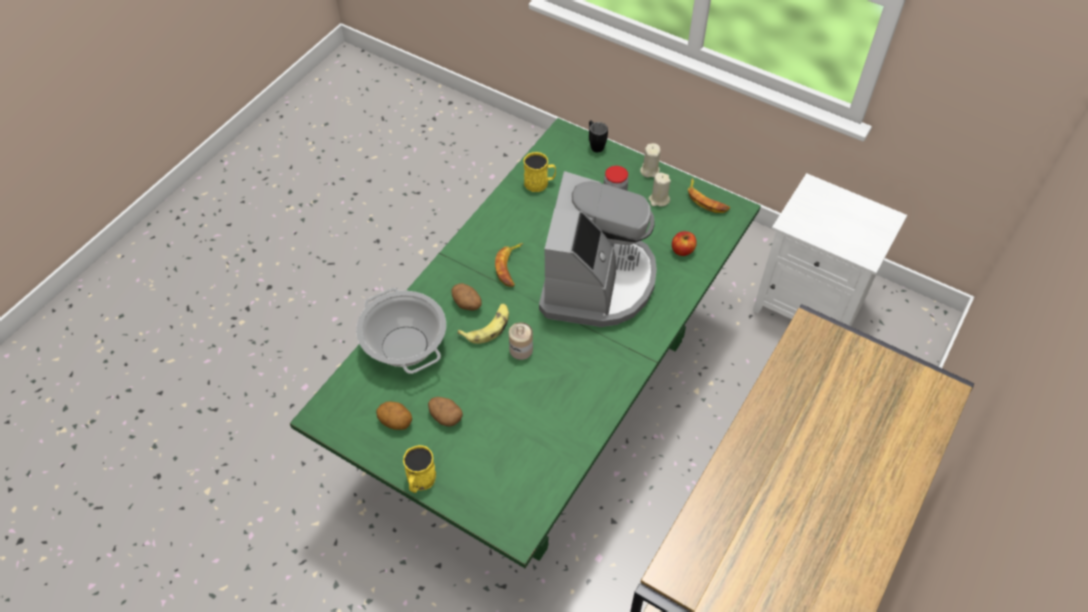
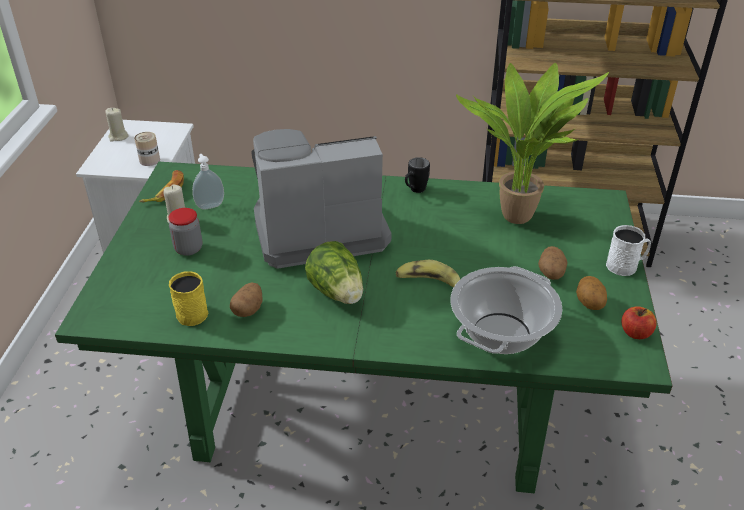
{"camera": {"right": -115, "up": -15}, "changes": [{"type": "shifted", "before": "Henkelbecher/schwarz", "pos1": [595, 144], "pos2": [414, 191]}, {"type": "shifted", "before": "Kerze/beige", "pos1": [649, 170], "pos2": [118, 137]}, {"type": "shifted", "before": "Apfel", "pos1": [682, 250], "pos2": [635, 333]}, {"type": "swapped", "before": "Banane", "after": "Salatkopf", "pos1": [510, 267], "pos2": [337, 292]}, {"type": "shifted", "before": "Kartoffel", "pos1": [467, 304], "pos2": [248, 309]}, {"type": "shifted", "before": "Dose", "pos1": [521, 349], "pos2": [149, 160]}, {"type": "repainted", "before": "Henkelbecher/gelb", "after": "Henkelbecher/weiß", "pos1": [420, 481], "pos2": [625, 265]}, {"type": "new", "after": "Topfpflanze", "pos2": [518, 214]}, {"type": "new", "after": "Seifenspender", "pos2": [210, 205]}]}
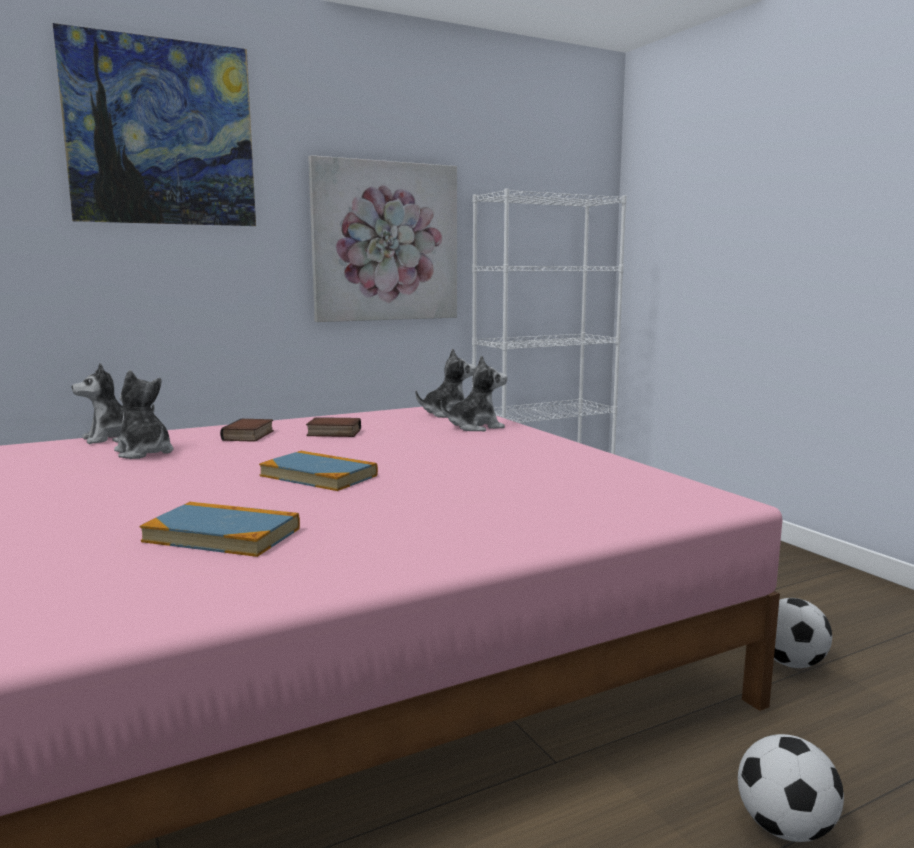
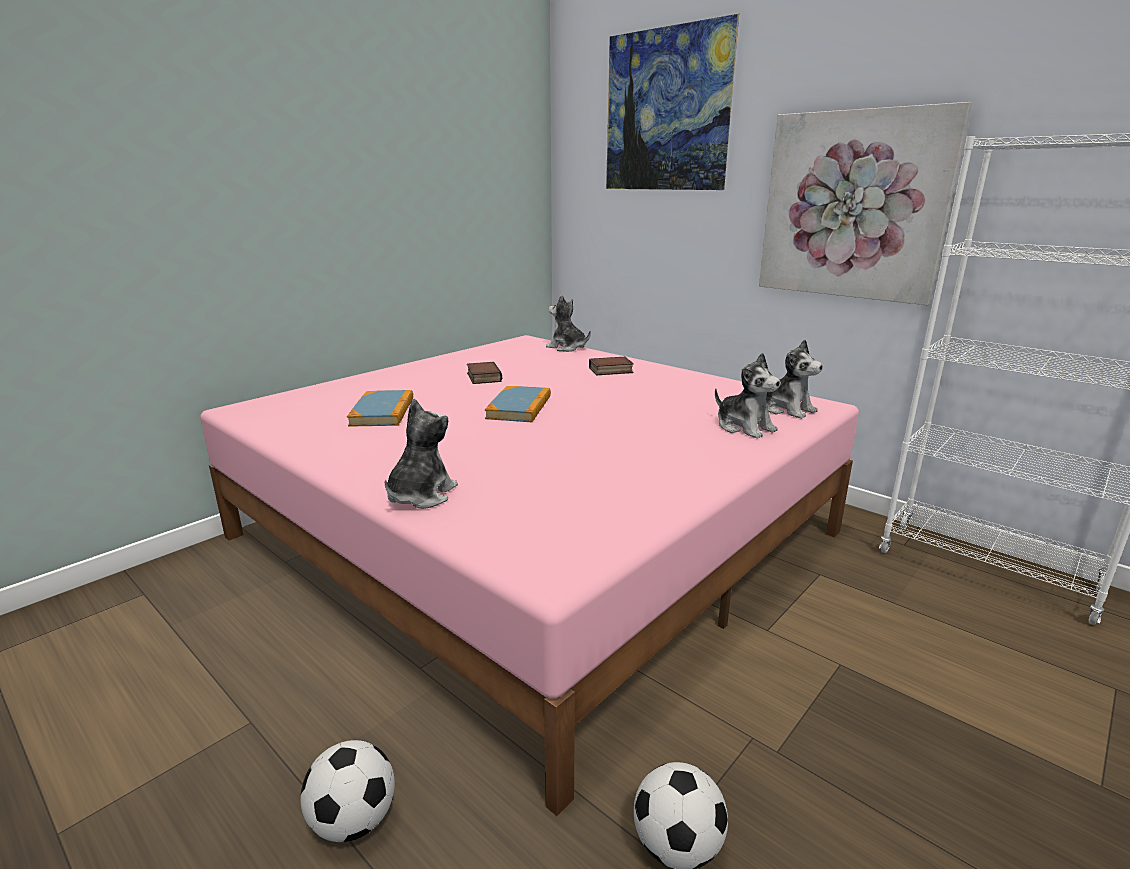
{"camera": {"right": 70, "up": 10}, "changes": [{"type": "shifted", "before": "Plüschtier", "pos1": [144, 453], "pos2": [420, 495]}, {"type": "shifted", "before": "Buch", "pos1": [333, 433], "pos2": [482, 377]}]}
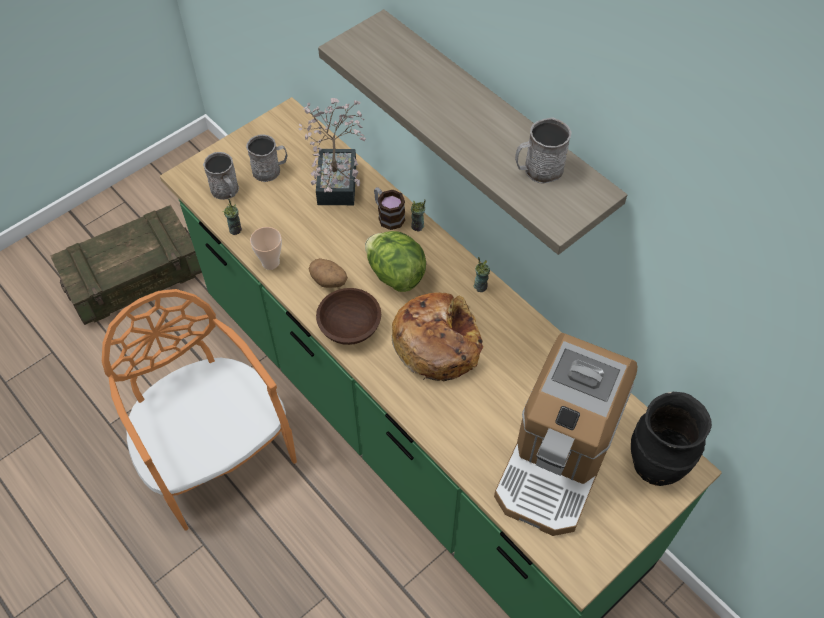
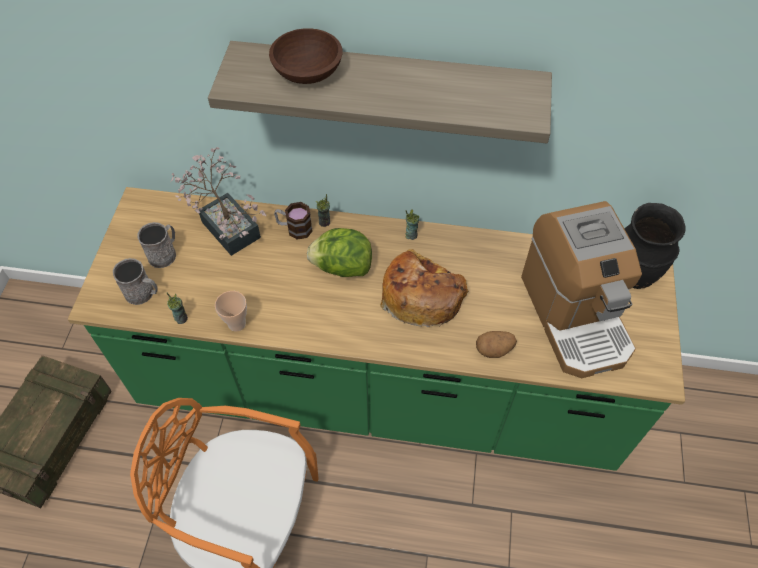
{"camera": {"right": -40, "up": 0}, "changes": [{"type": "gone", "before": "Henkelbecher/grau", "pos1": [538, 170]}, {"type": "shifted", "before": "Kartoffel", "pos1": [329, 281], "pos2": [494, 349]}, {"type": "shifted", "before": "Schüssel/braun", "pos1": [350, 327], "pos2": [308, 73]}]}
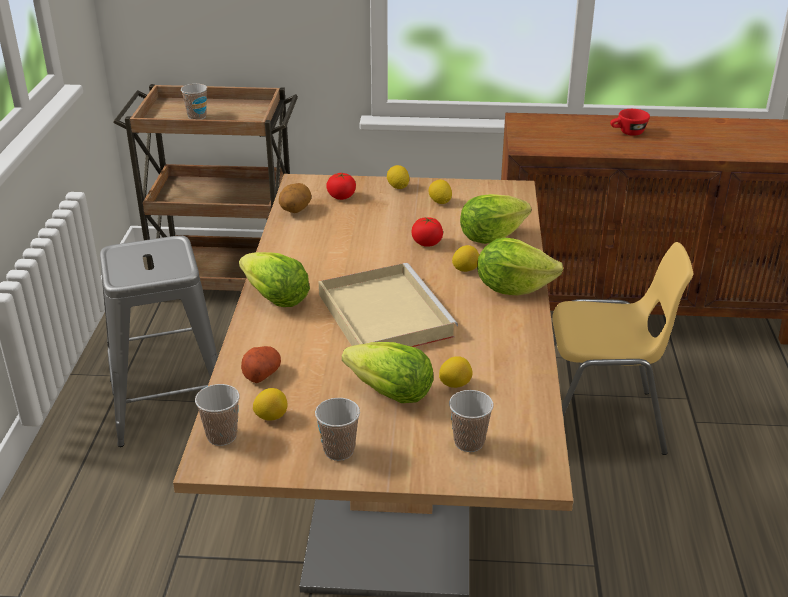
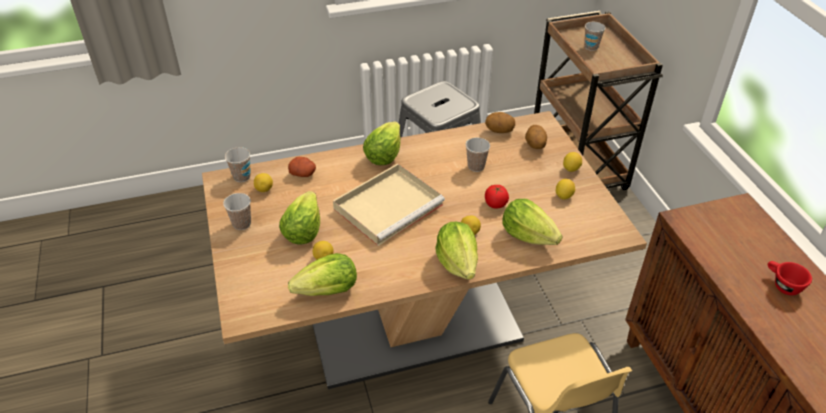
{"camera": {"right": 70, "up": 10}, "changes": [{"type": "swapped", "before": "Tomate", "after": "Kartoffel", "pos1": [341, 197], "pos2": [534, 145]}, {"type": "shifted", "before": "Tasse", "pos1": [469, 442], "pos2": [476, 166]}, {"type": "new", "after": "Salatkopf", "pos2": [328, 291]}]}
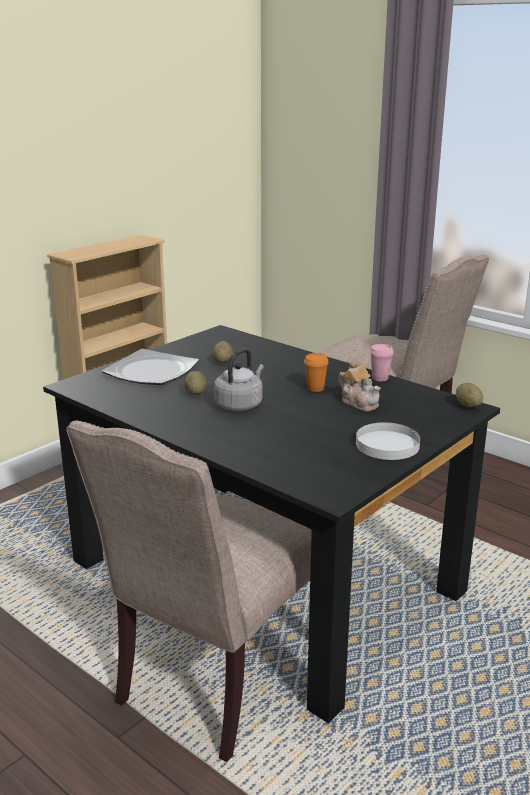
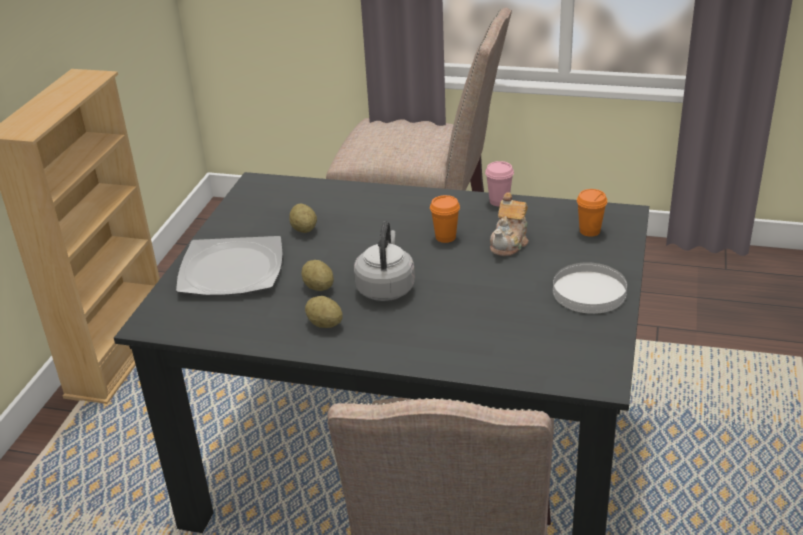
{"camera": {"right": -25, "up": 10}, "changes": [{"type": "rotated", "before": "Teekanne", "pos1": [359, 402], "pos2": [510, 243], "turn": 90}, {"type": "shifted", "before": "Kartoffel", "pos1": [468, 406], "pos2": [325, 324]}, {"type": "new", "after": "Tasse/orange", "pos2": [589, 231]}]}
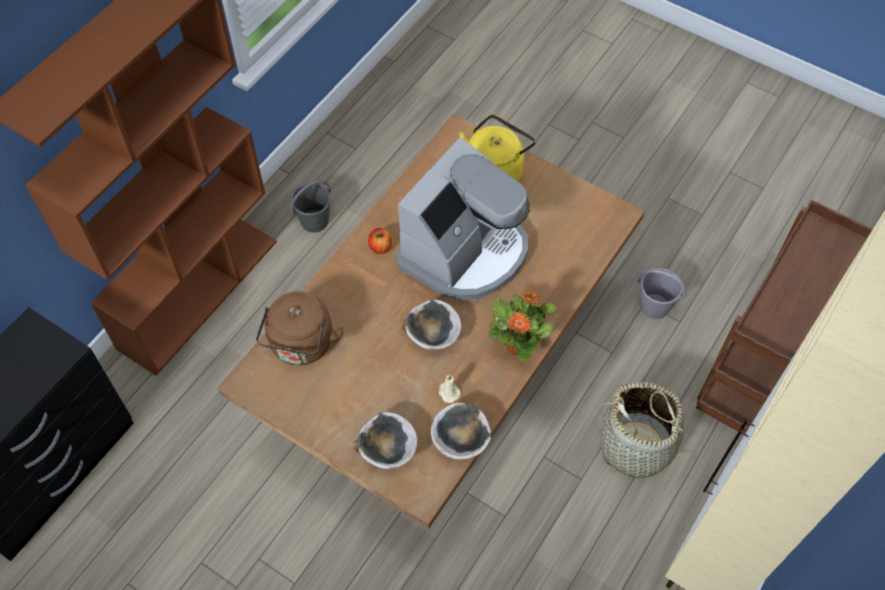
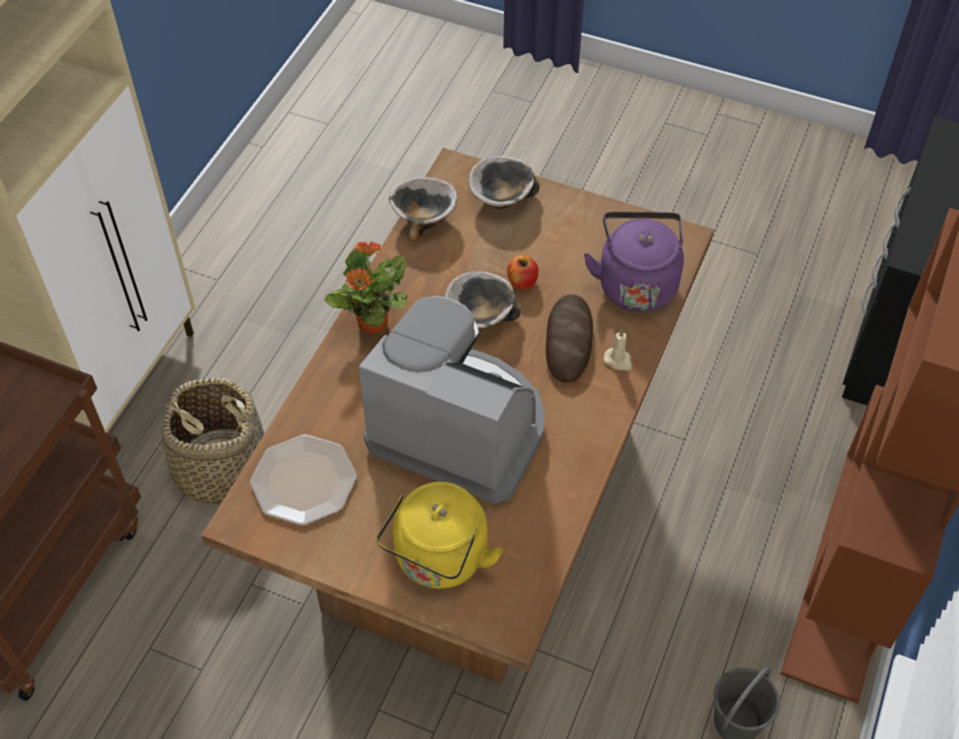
{"camera": {"right": 170, "up": -5}, "changes": [{"type": "rotated", "before": "Kaffeemaschine", "pos1": [465, 252], "pos2": [460, 428], "turn": 90}, {"type": "shifted", "before": "Apfel", "pos1": [380, 247], "pos2": [522, 281]}, {"type": "gone", "before": "Eimer/grau", "pos1": [653, 306]}, {"type": "repainted", "before": "Wasserkessel/braun", "after": "Wasserkessel/lila", "pos1": [301, 346], "pos2": [636, 283]}, {"type": "shifted", "before": "Kerze/beige", "pos1": [448, 392], "pos2": [618, 360]}, {"type": "new", "after": "Brot", "pos2": [568, 341]}, {"type": "new", "after": "Teller", "pos2": [303, 480]}]}
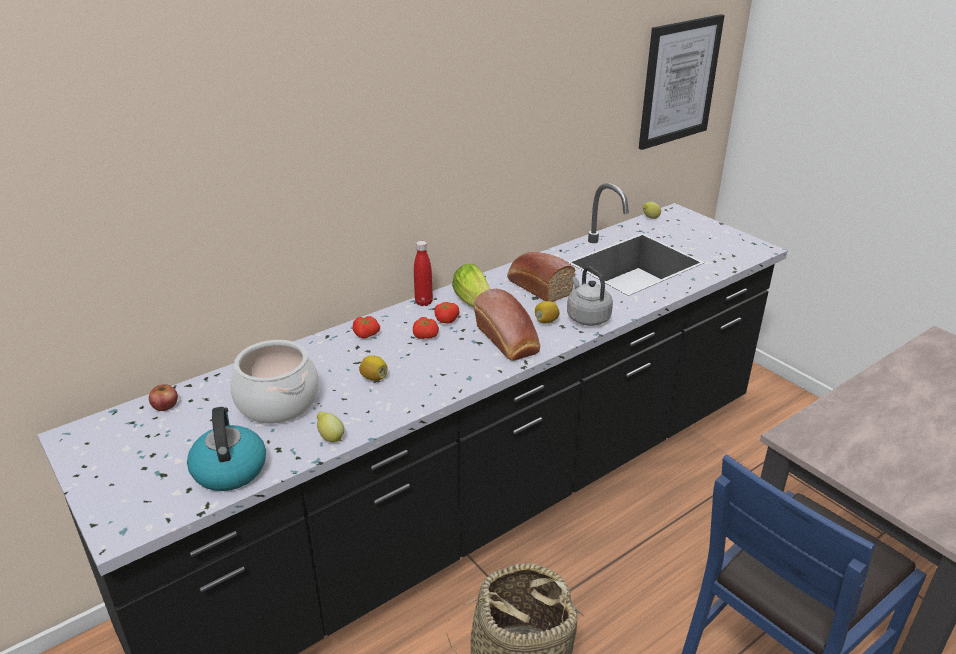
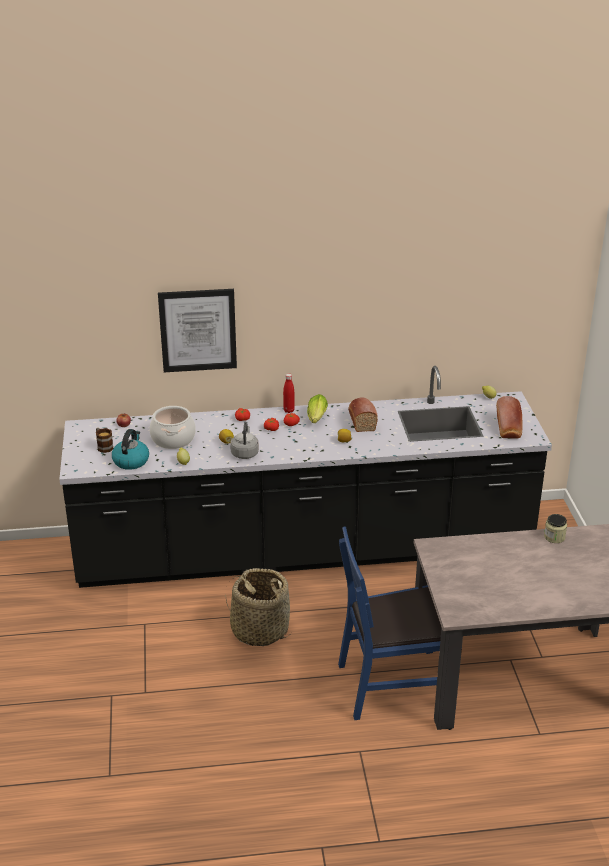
{"camera": {"right": 30, "up": 0}, "changes": [{"type": "shifted", "before": "Bild", "pos1": [679, 81], "pos2": [198, 330]}, {"type": "shifted", "before": "Wasserkessel/grau", "pos1": [587, 317], "pos2": [245, 453]}, {"type": "shifted", "before": "Brot", "pos1": [508, 341], "pos2": [508, 428]}, {"type": "new", "after": "Henkelbecher", "pos2": [103, 446]}, {"type": "new", "after": "Vorratsglas", "pos2": [554, 537]}]}
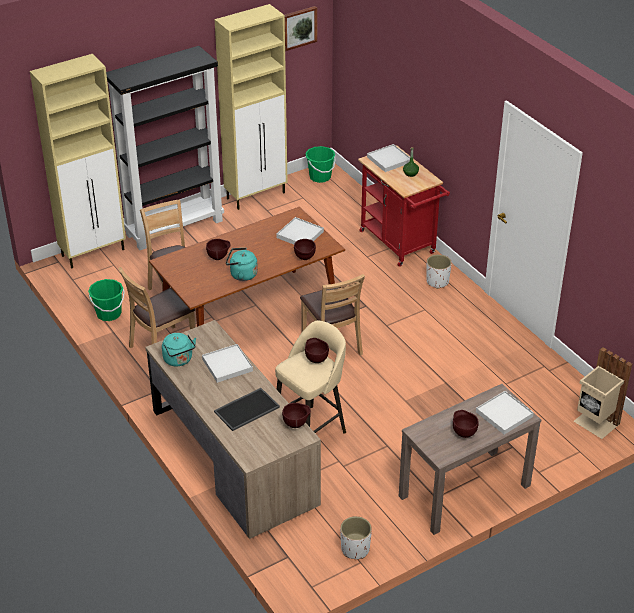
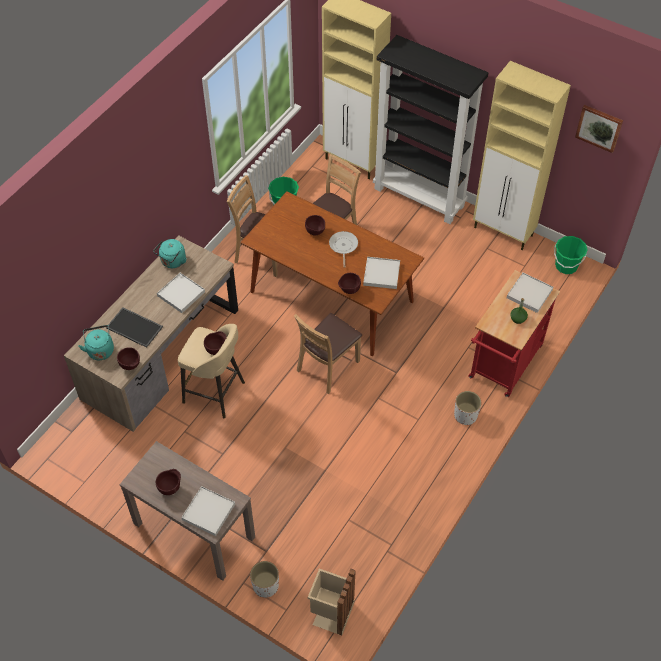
{"camera": {"right": 65, "up": 15}, "changes": [{"type": "shifted", "before": "Wasserkessel/türkis", "pos1": [241, 275], "pos2": [100, 349]}, {"type": "shifted", "before": "Pflanzkübel/weiß", "pos1": [355, 549], "pos2": [265, 586]}, {"type": "new", "after": "Pfanne", "pos2": [343, 246]}]}
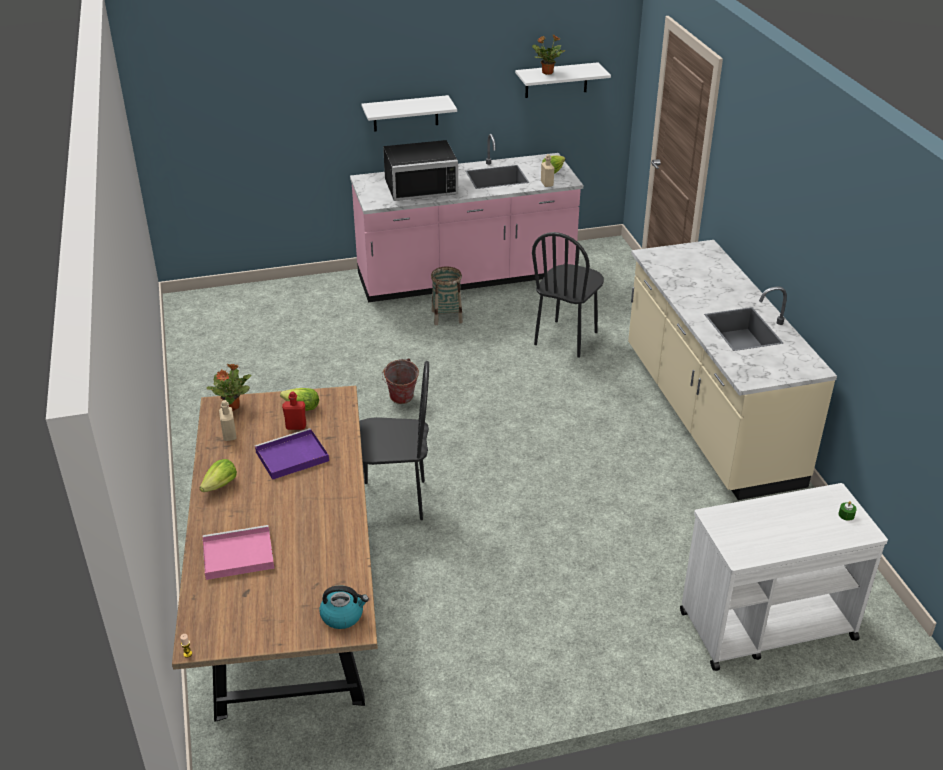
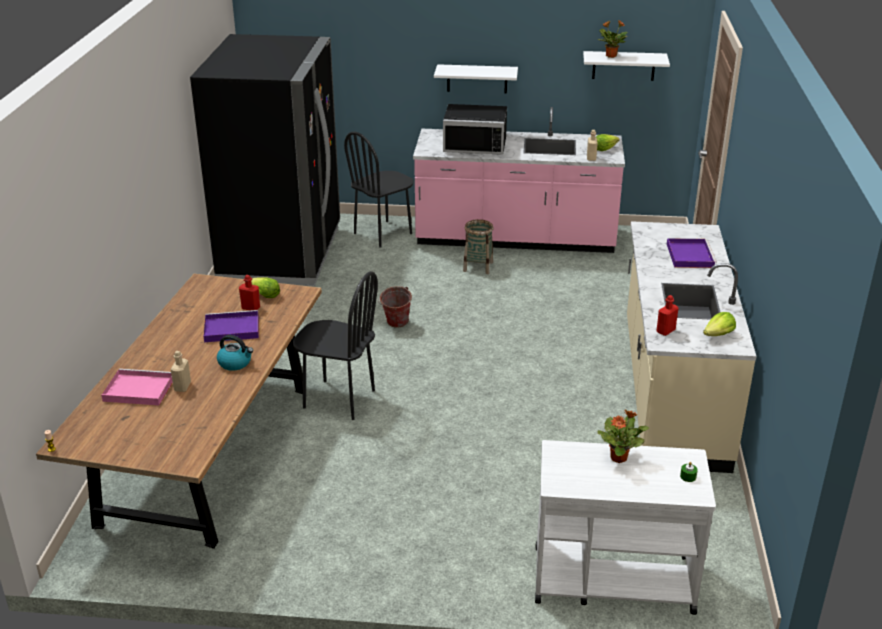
{"camera": {"right": 20, "up": -5}, "changes": [{"type": "shifted", "before": "Stuhl/schwarz", "pos1": [566, 338], "pos2": [383, 233]}, {"type": "shifted", "before": "Topfpflanze", "pos1": [232, 406], "pos2": [619, 457]}, {"type": "shifted", "before": "Flasche/beige", "pos1": [229, 435], "pos2": [182, 387]}, {"type": "shifted", "before": "Salatkopf", "pos1": [220, 485], "pos2": [718, 335]}, {"type": "shifted", "before": "Wasserkessel", "pos1": [343, 615], "pos2": [235, 363]}, {"type": "new", "after": "Kühlschrank/schwarz", "pos2": [282, 255]}, {"type": "new", "after": "Tablett/lila", "pos2": [689, 255]}, {"type": "new", "after": "Flasche/rot", "pos2": [665, 331]}]}
